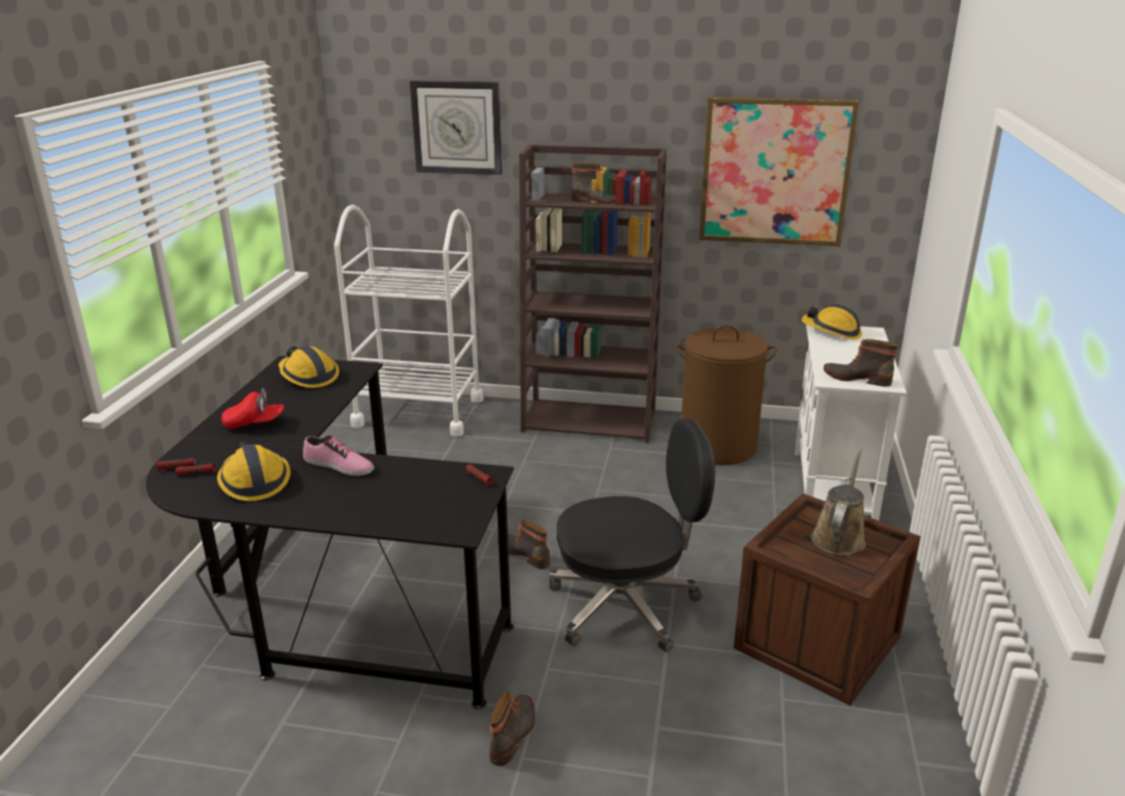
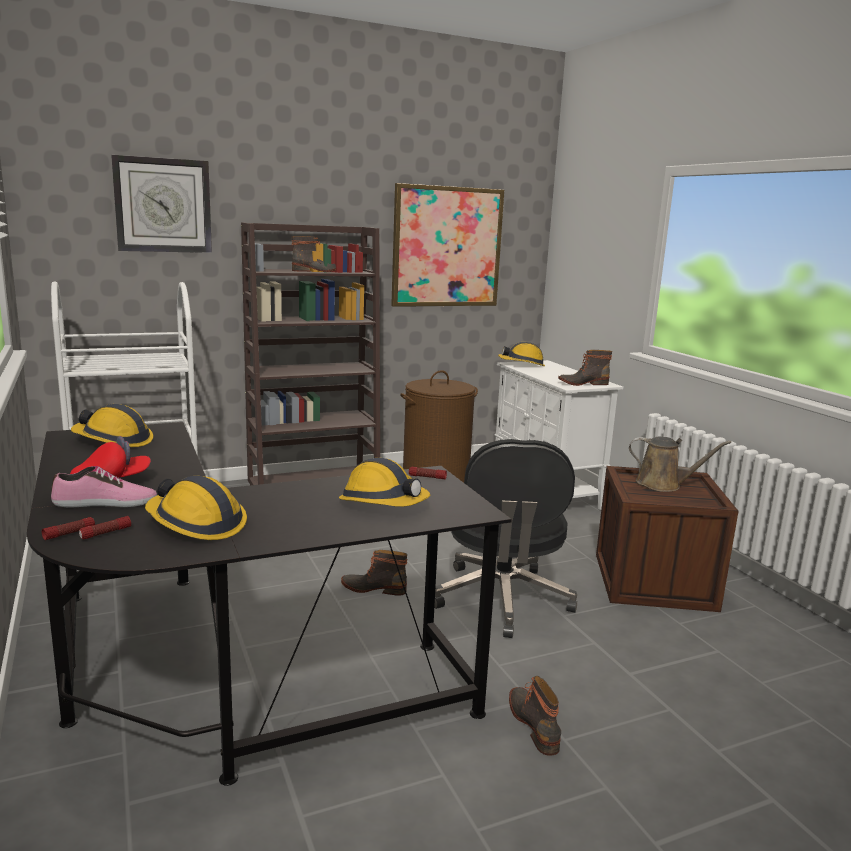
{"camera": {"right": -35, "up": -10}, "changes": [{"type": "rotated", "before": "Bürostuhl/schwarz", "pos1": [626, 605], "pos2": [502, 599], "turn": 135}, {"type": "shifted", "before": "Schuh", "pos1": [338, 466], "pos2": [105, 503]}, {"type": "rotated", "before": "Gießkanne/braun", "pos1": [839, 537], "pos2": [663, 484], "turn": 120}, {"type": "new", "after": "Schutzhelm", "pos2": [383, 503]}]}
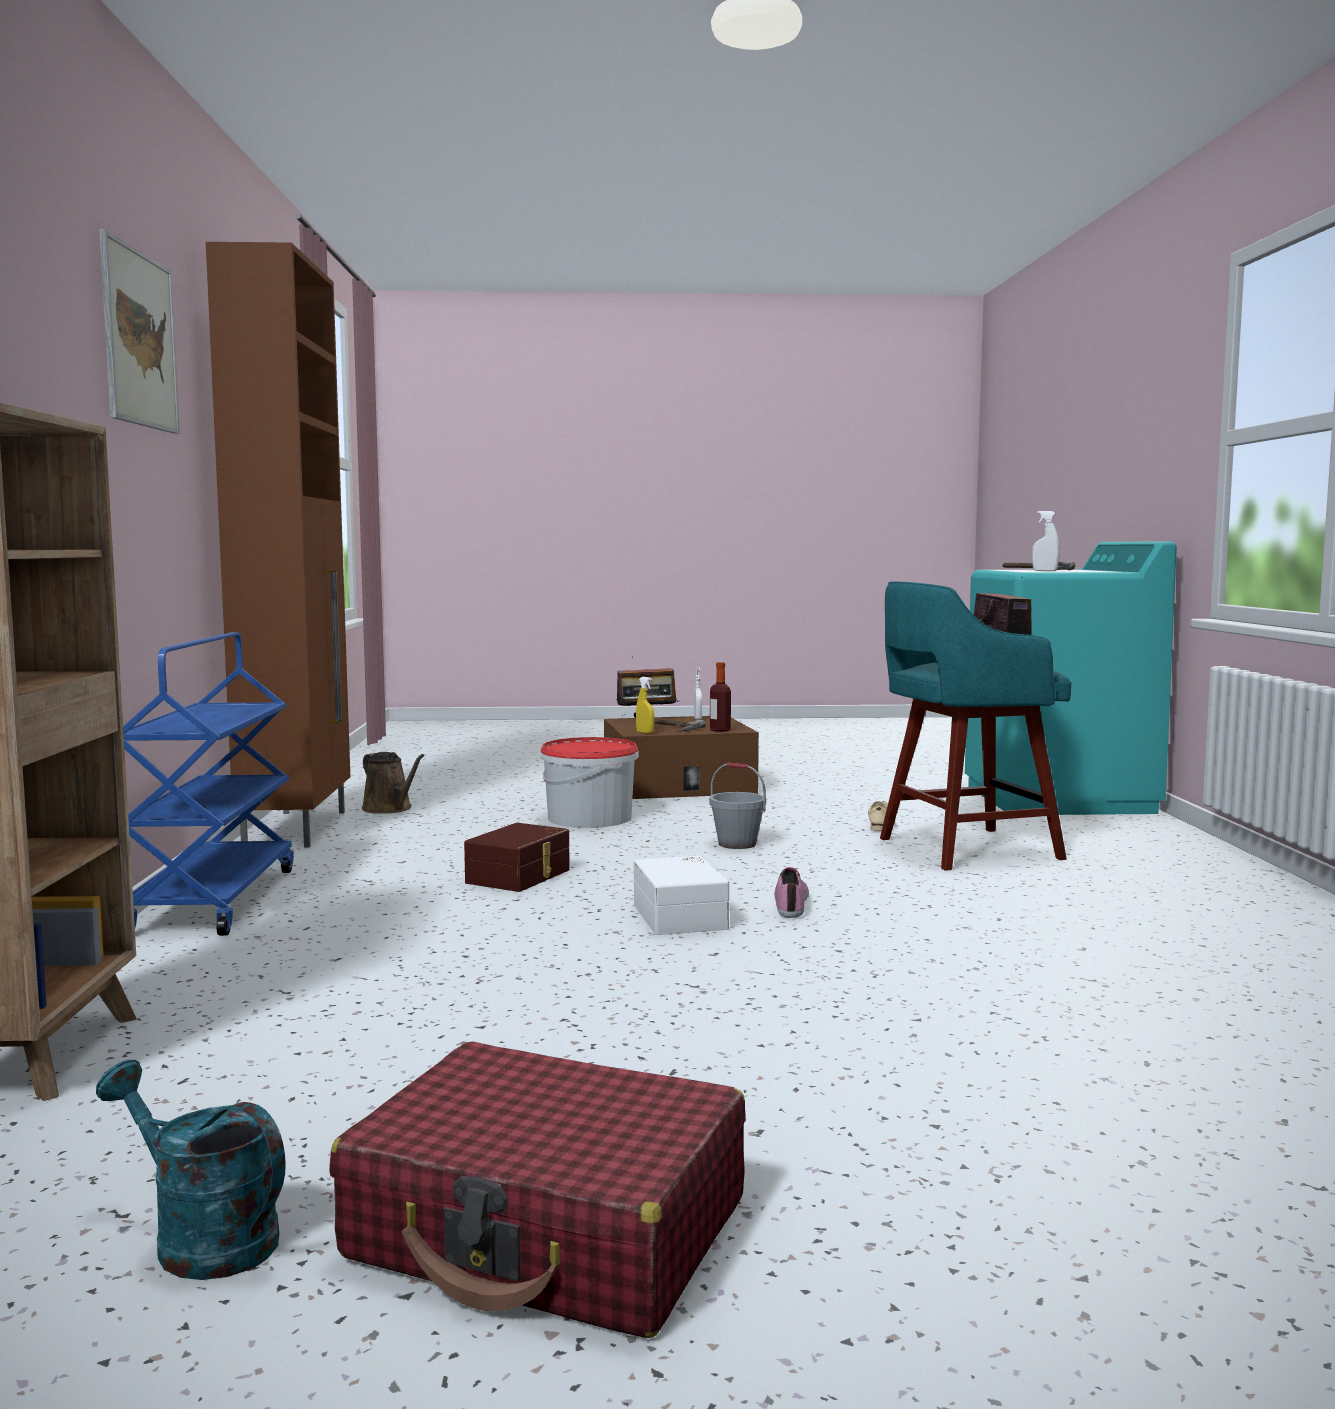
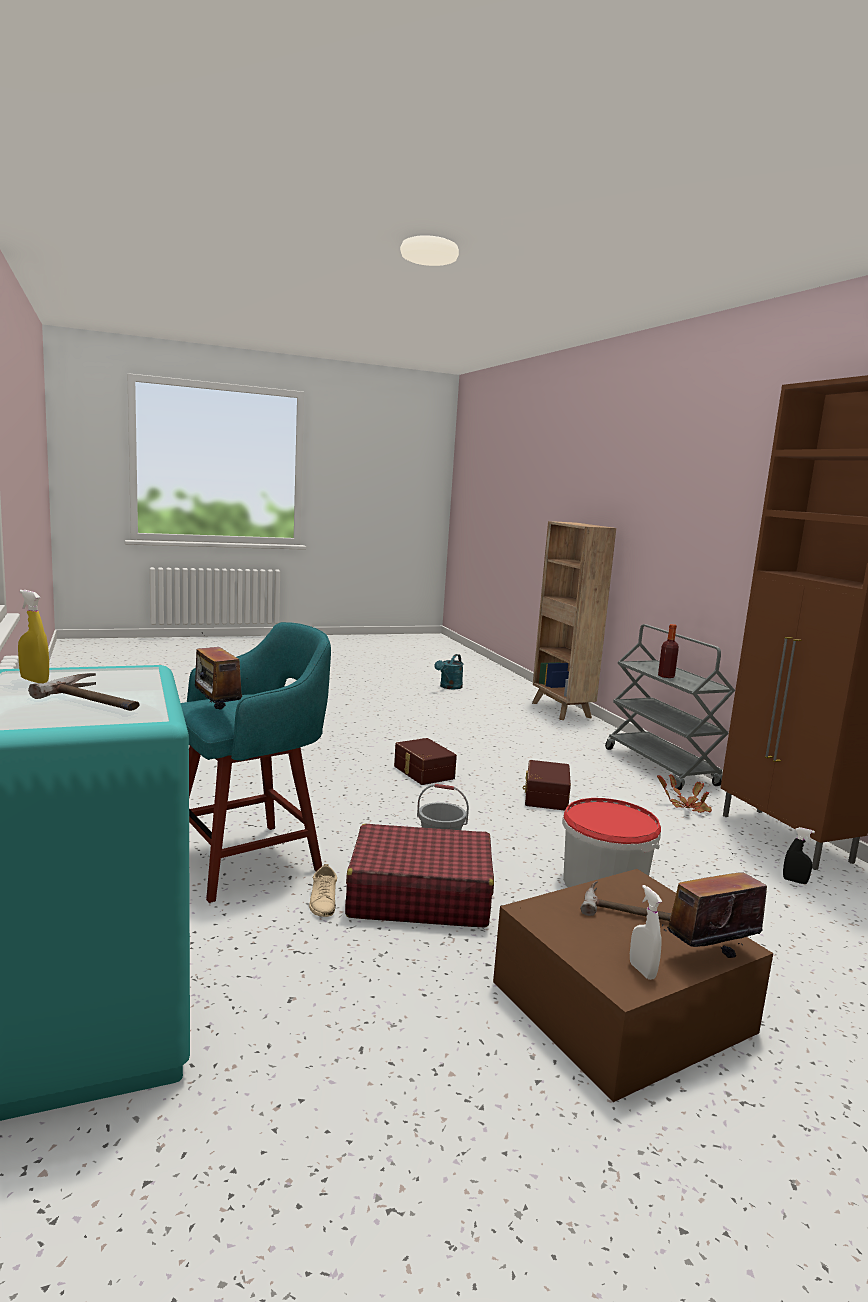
{"camera": {"right": 160, "up": 5}, "changes": [{"type": "gone", "before": "Bild", "pos1": [140, 339]}, {"type": "gone", "before": "Sprühflasche/weiß", "pos1": [1045, 571]}, {"type": "repainted", "before": "Rollwagen/blau", "after": "Rollwagen/grau", "pos1": [213, 900], "pos2": [661, 767]}, {"type": "shifted", "before": "Flasche", "pos1": [720, 730], "pos2": [666, 676]}, {"type": "shifted", "before": "Sprühflasche/gelb", "pos1": [645, 732], "pos2": [34, 680]}, {"type": "swapped", "before": "Gießkanne/braun", "after": "Sprühflasche/schwarz", "pos1": [390, 809], "pos2": [795, 881]}, {"type": "repainted", "before": "Aufbewahrungsbox/weiß", "after": "Aufbewahrungsbox/braun", "pos1": [682, 916], "pos2": [422, 772]}, {"type": "gone", "before": "Schuh", "pos1": [792, 904]}, {"type": "shifted", "before": "Koffer/rot", "pos1": [549, 1230], "pos2": [419, 895]}, {"type": "rotated", "before": "Gießkanne/türkis", "pos1": [201, 1238], "pos2": [449, 687], "turn": 105}, {"type": "new", "after": "Topfpflanze", "pos2": [687, 806]}]}
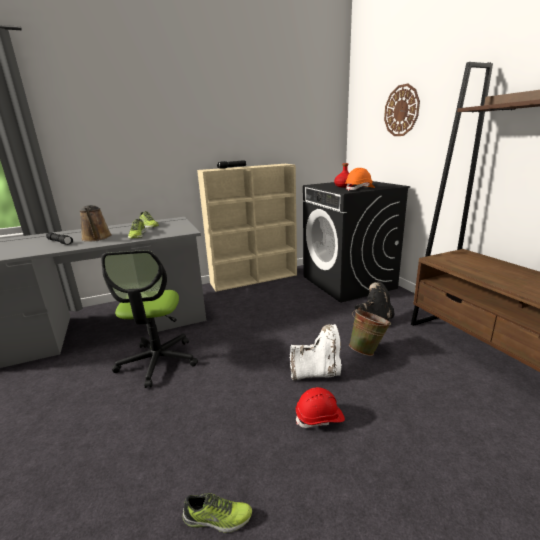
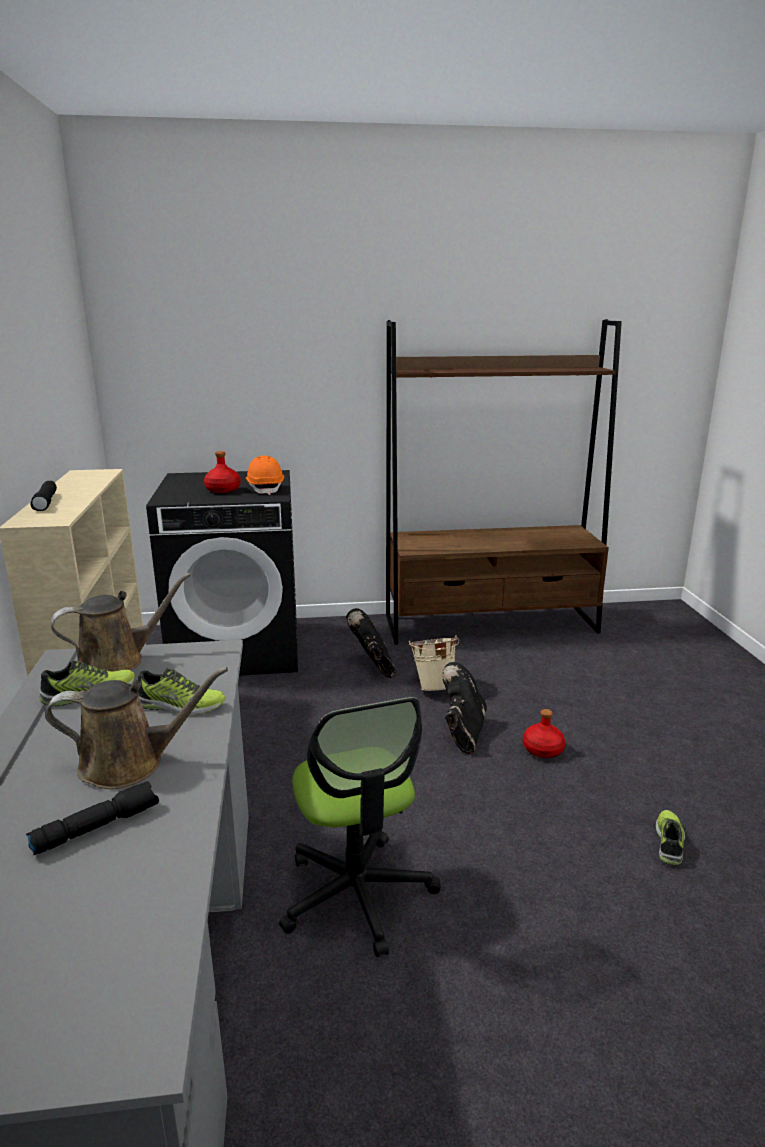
{"camera": {"right": -75, "up": 0}, "changes": [{"type": "gone", "before": "Wanduhr", "pos1": [401, 110]}, {"type": "rotated", "before": "Bürostuhl", "pos1": [158, 361], "pos2": [357, 894], "turn": 60}, {"type": "repainted", "before": "Eimer/grün", "after": "Eimer/beige", "pos1": [368, 350], "pos2": [433, 687]}, {"type": "repainted", "before": "Stiefel/weiß", "after": "Stiefel/schwarz", "pos1": [317, 373], "pos2": [462, 733]}, {"type": "swapped", "before": "Schutzhelm/rot", "after": "Flasche/rot", "pos1": [319, 418], "pos2": [543, 749]}, {"type": "new", "after": "Gießkanne/braun", "pos2": [117, 661]}]}
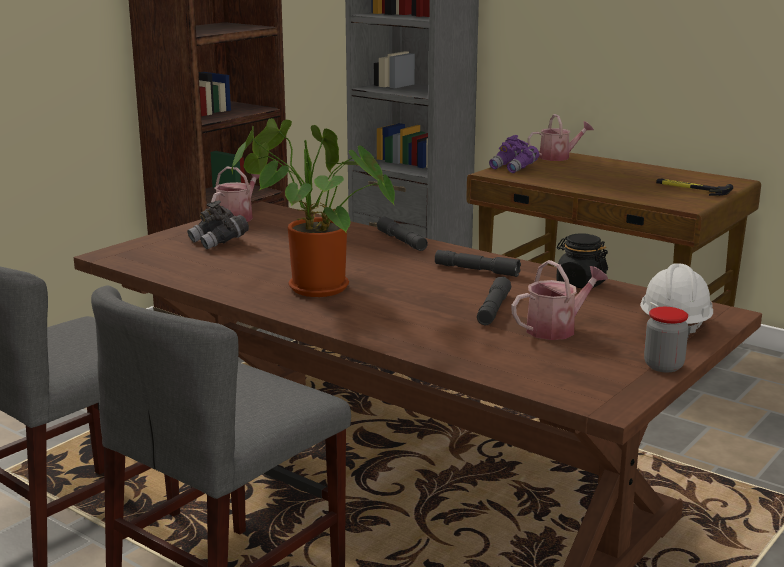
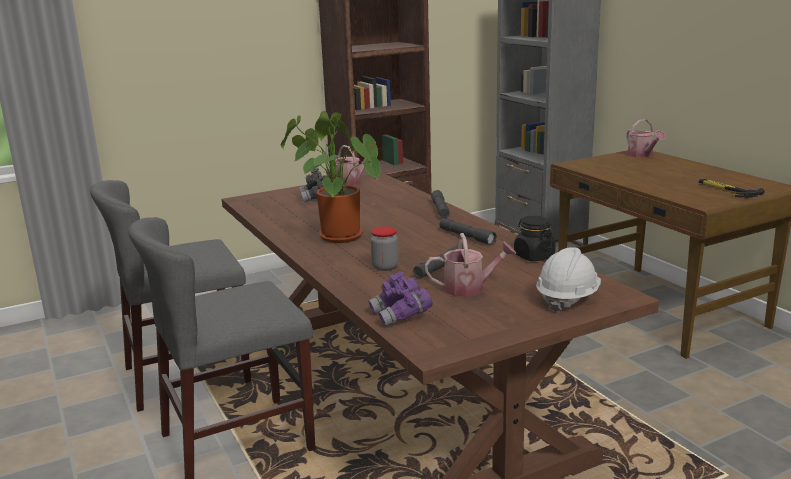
{"camera": {"right": 25, "up": 0}, "changes": [{"type": "rotated", "before": "Gießkanne", "pos1": [558, 157], "pos2": [642, 155], "turn": 60}, {"type": "shifted", "before": "Fernglas/lila", "pos1": [514, 168], "pos2": [401, 315]}, {"type": "shifted", "before": "Vorratsglas", "pos1": [663, 366], "pos2": [385, 267]}]}
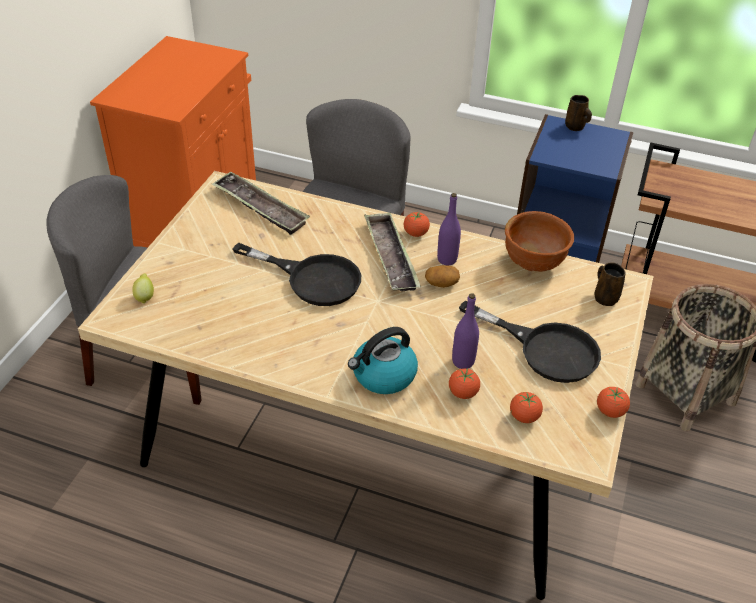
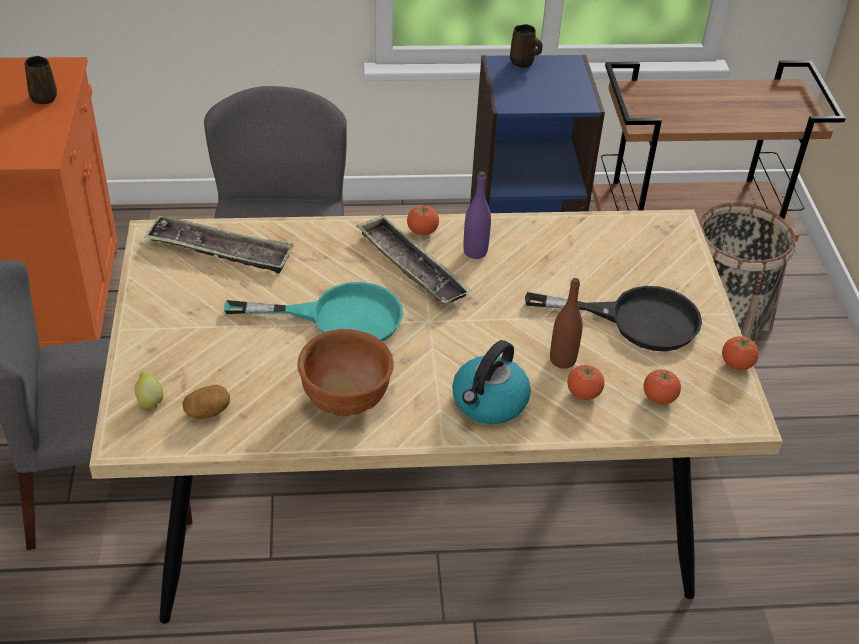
{"camera": {"right": -25, "up": 0}, "changes": [{"type": "shifted", "before": "Schüssel/braun", "pos1": [534, 263], "pos2": [346, 400]}, {"type": "repainted", "before": "Pfanne/schwarz", "after": "Pfanne/türkis", "pos1": [312, 278], "pos2": [339, 317]}, {"type": "shifted", "before": "Henkelbecher/braun", "pos1": [605, 297], "pos2": [43, 97]}, {"type": "shifted", "before": "Kartoffel", "pos1": [441, 283], "pos2": [207, 411]}, {"type": "repainted", "before": "Flasche/lila", "after": "Flasche/braun", "pos1": [463, 361], "pos2": [562, 360]}]}
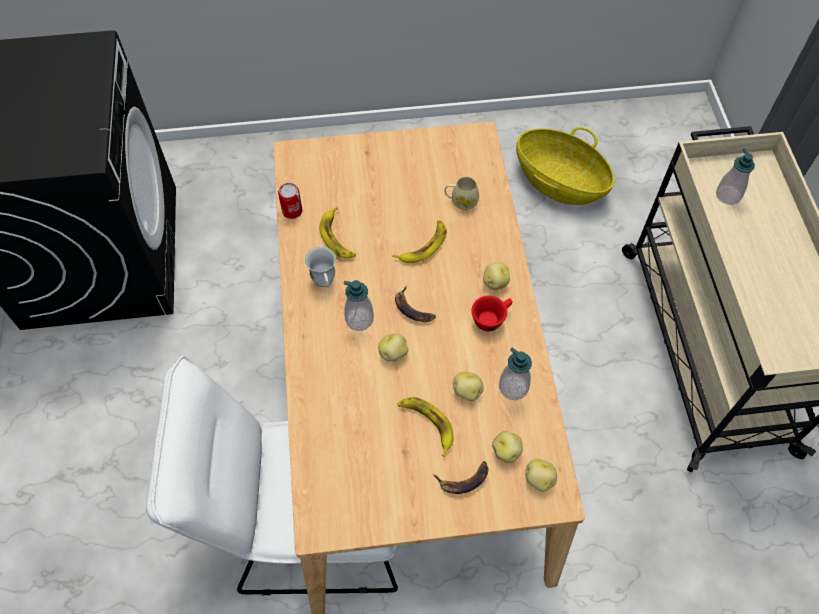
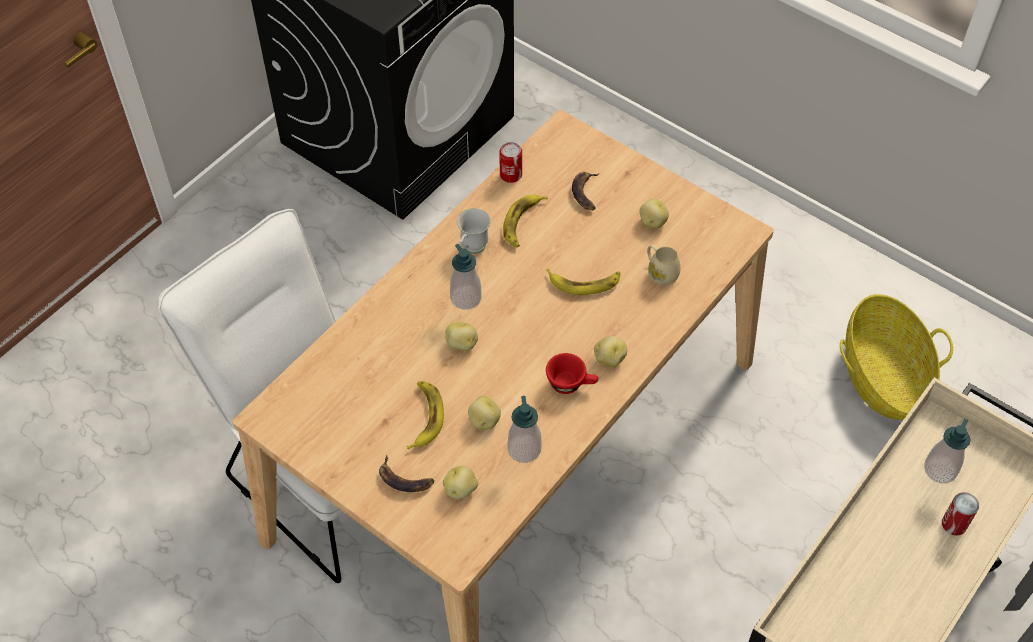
{"camera": {"right": 45, "up": -5}, "changes": [{"type": "shifted", "before": "Banane", "pos1": [413, 308], "pos2": [586, 193]}, {"type": "shifted", "before": "Kartoffel", "pos1": [539, 479], "pos2": [652, 222]}, {"type": "new", "after": "Dose", "pos2": [954, 524]}]}
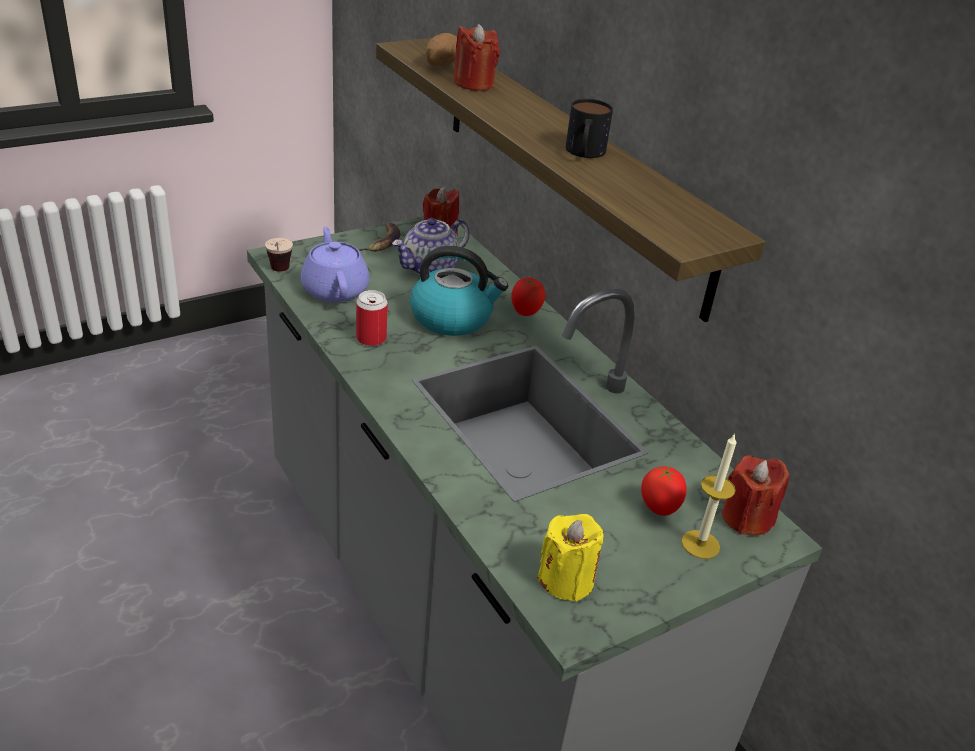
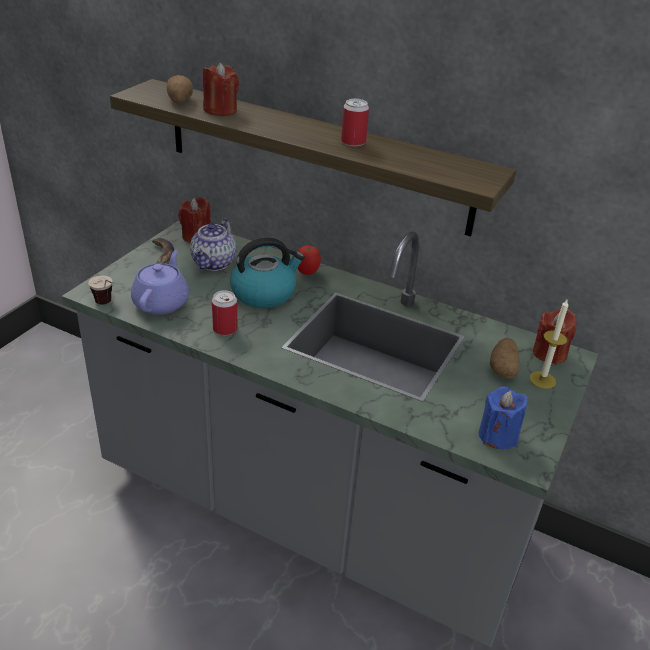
{"camera": {"right": -30, "up": 0}, "changes": [{"type": "swapped", "before": "Henkelbecher", "after": "Dose", "pos1": [584, 153], "pos2": [353, 142]}, {"type": "rotated", "before": "Teekanne/lila", "pos1": [335, 289], "pos2": [161, 302], "turn": 60}, {"type": "swapped", "before": "Tomate", "after": "Kartoffel", "pos1": [659, 509], "pos2": [503, 368]}, {"type": "repainted", "before": "Kerze/gelb", "after": "Kerze/blau", "pos1": [566, 580], "pos2": [498, 436]}]}
